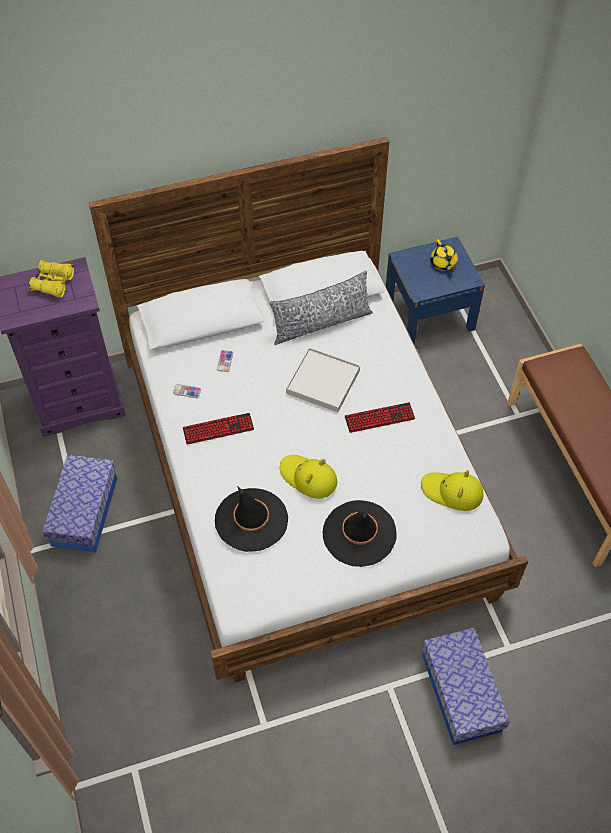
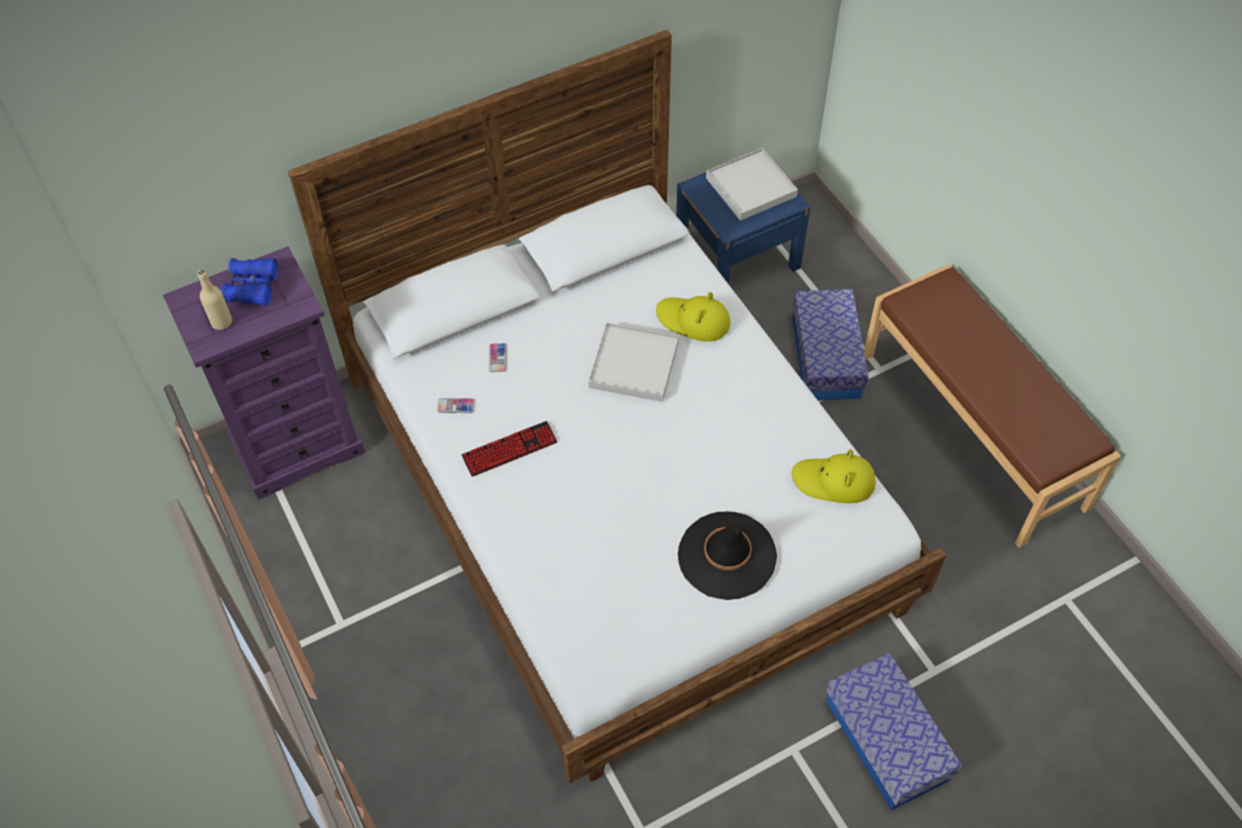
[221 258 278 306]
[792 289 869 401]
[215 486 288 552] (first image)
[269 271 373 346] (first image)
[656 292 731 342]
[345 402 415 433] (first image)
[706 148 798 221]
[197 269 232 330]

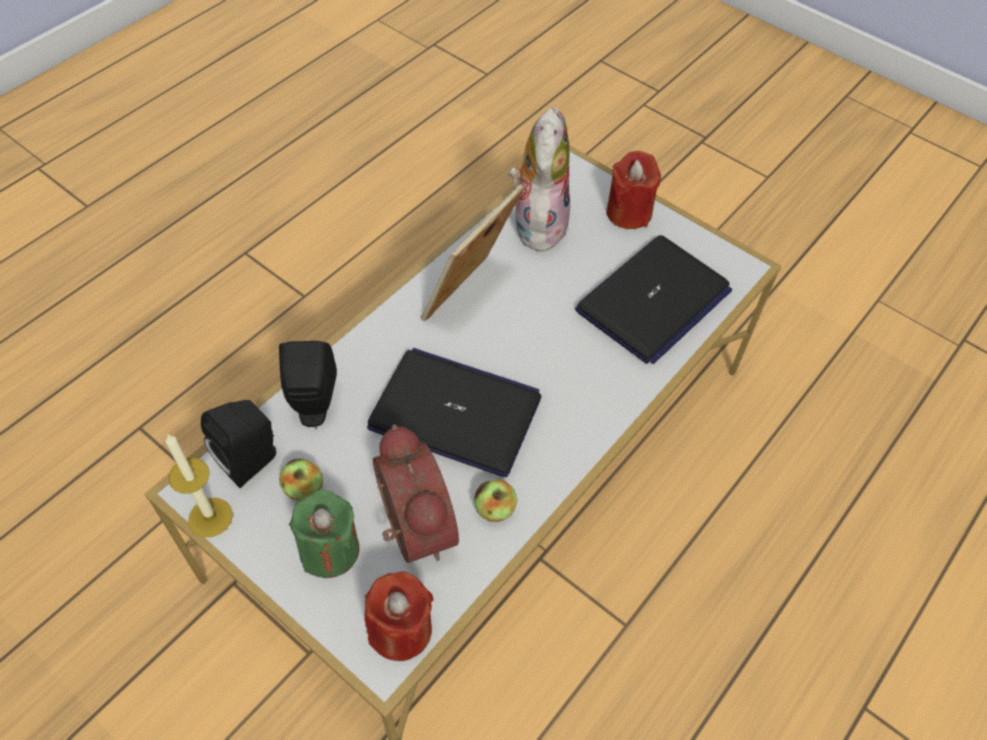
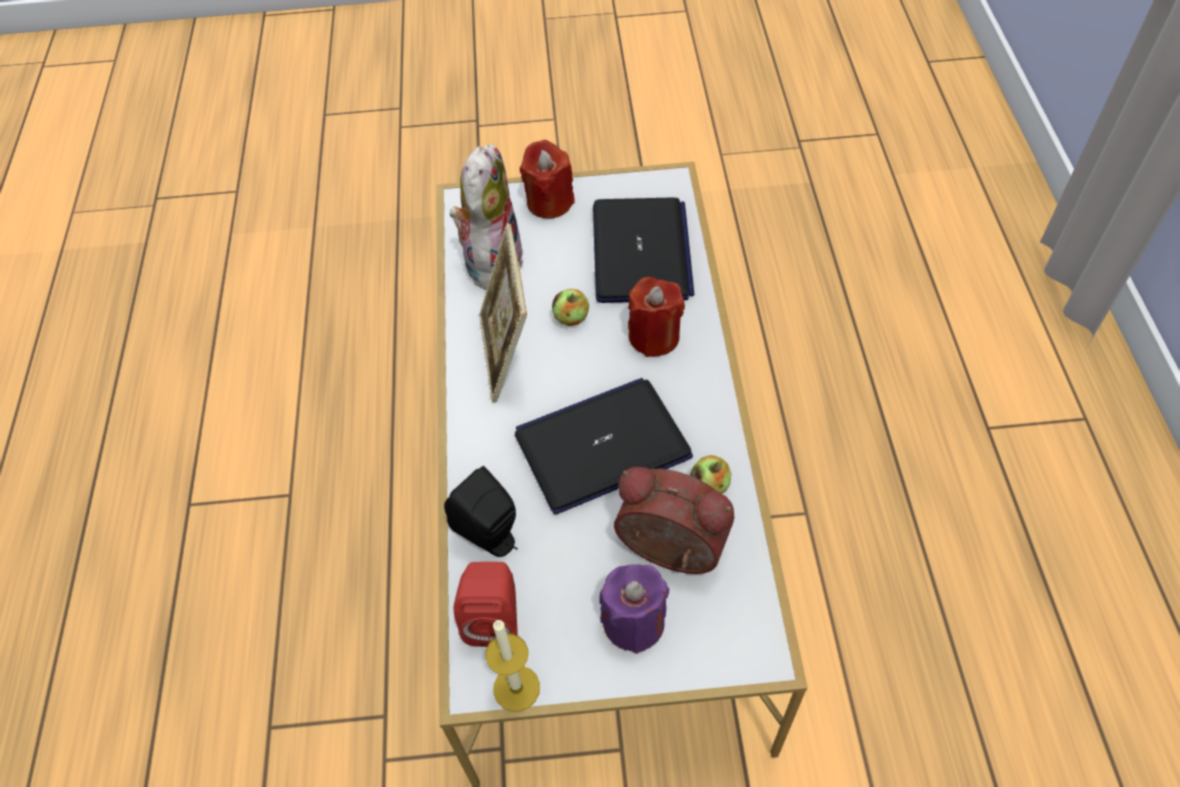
[454 562 518 647]
[552 289 589 326]
[599 564 669 654]
[628 277 685 357]
[450 144 523 290]

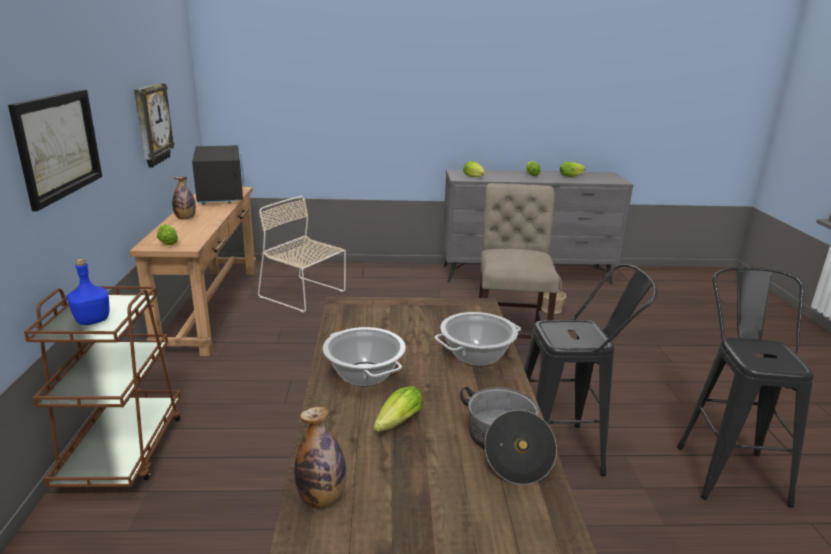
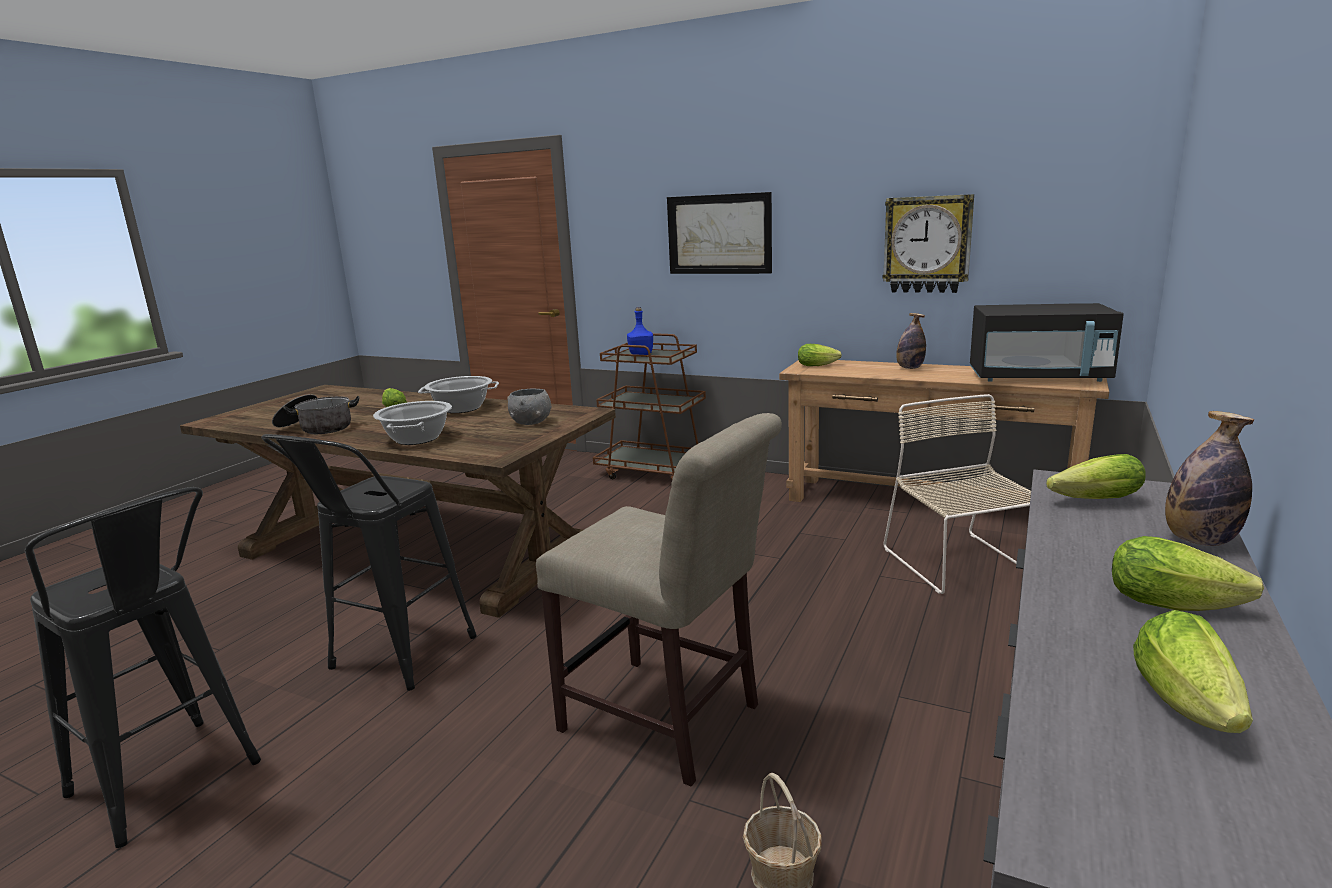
[883 394 1031 594]
[1165 411 1254 546]
[507 388 552 425]

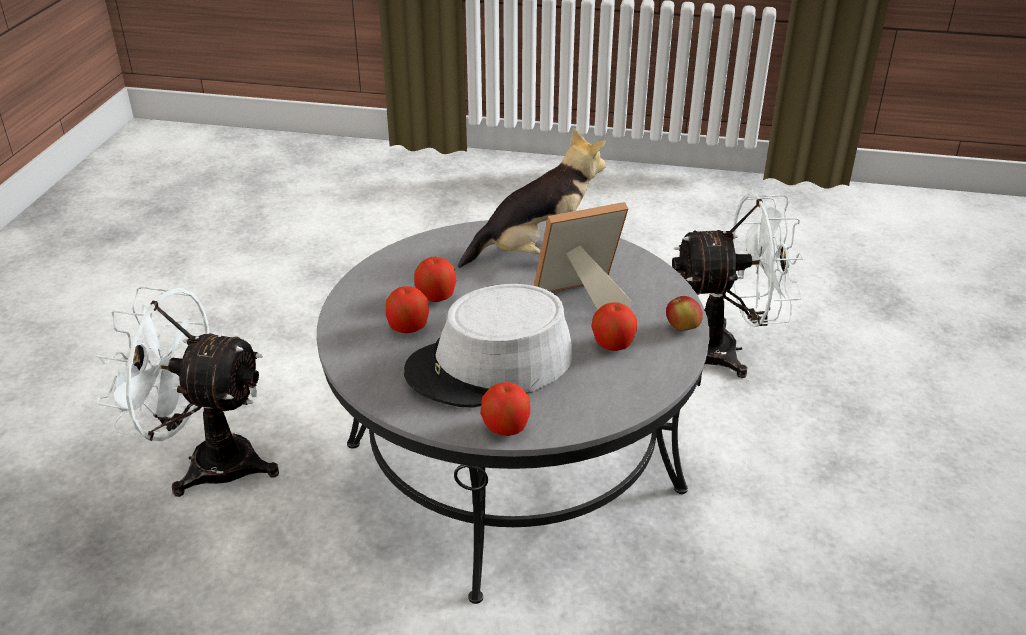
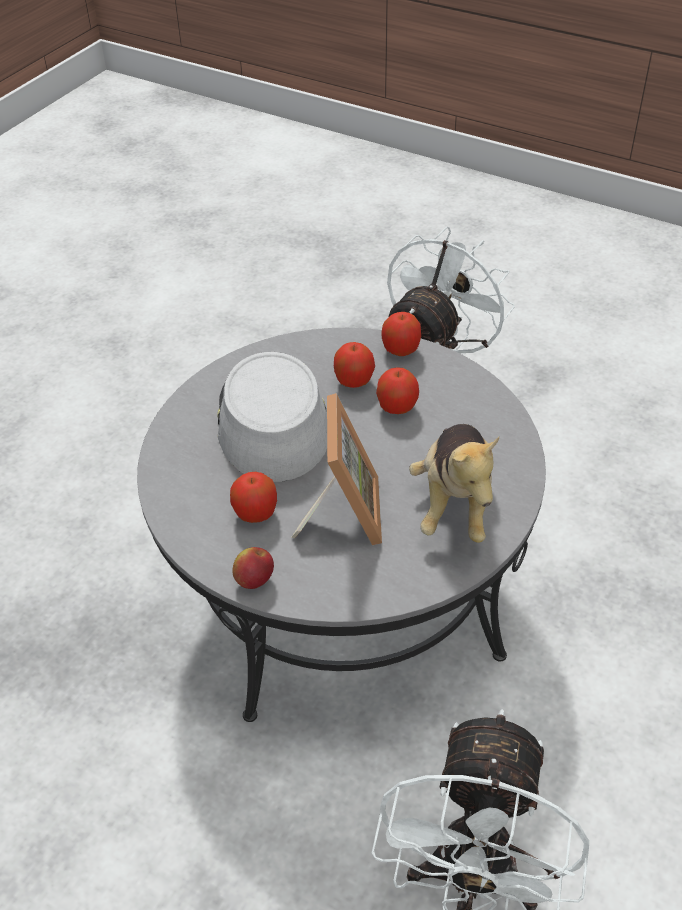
[381 312 421 356]

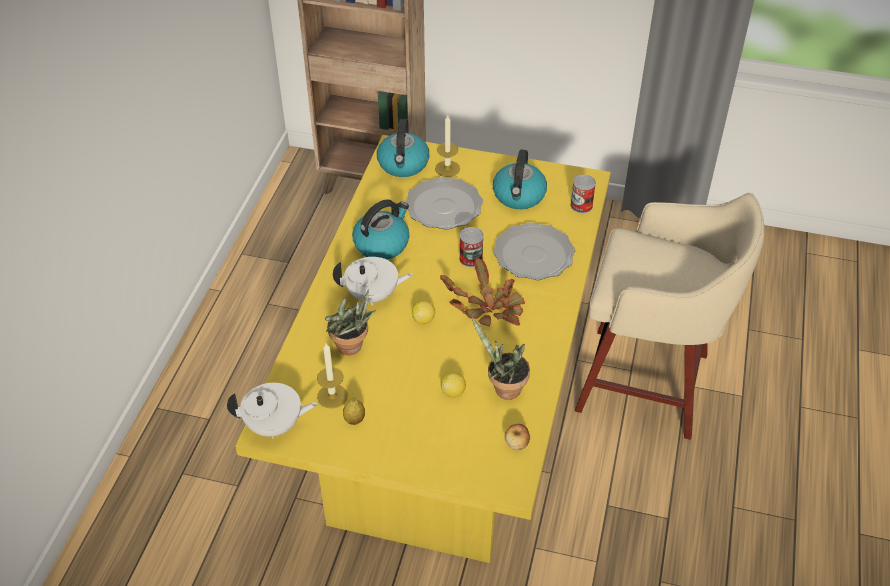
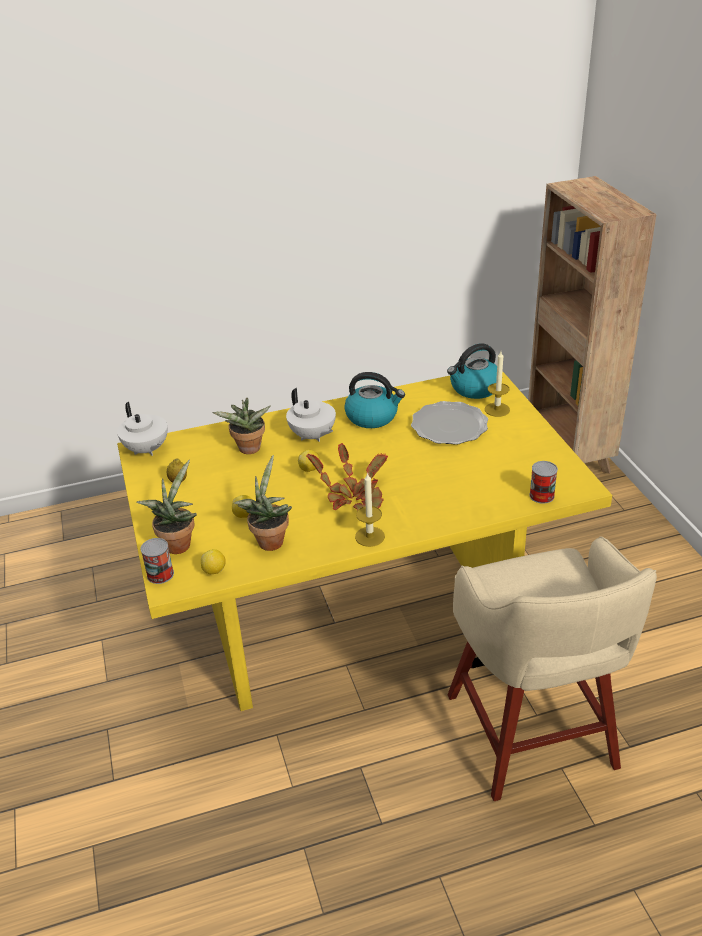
[355 472 385 547]
[141 538 174 584]
[493 150 547 209] (first image)
[493 222 575 280] (first image)
[201 549 226 574]
[136 460 197 554]

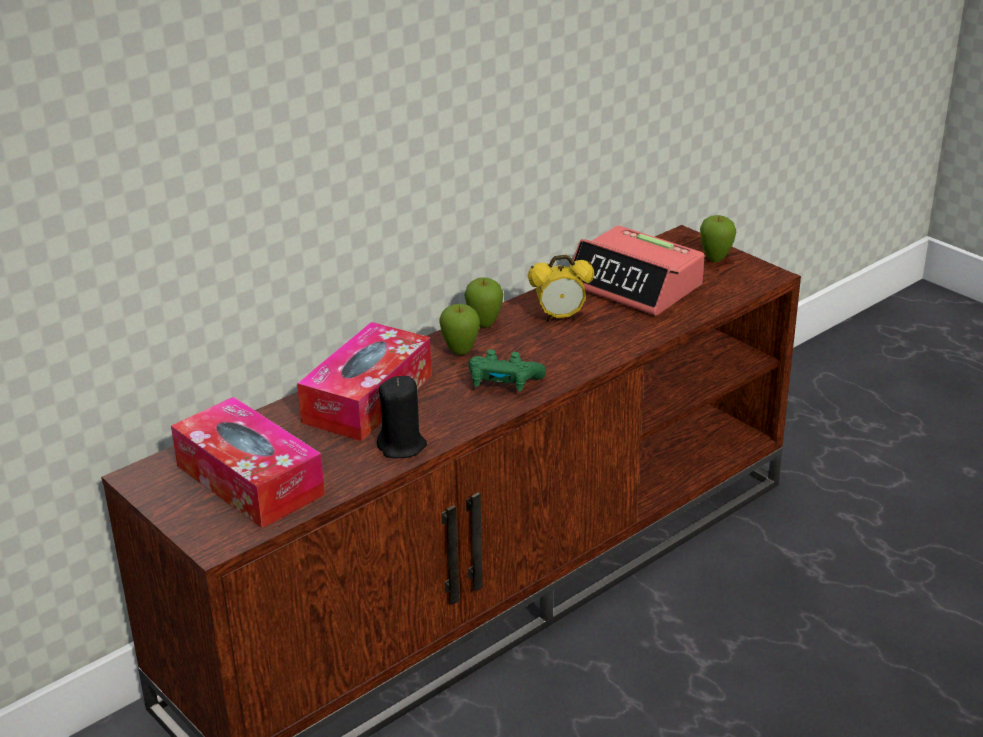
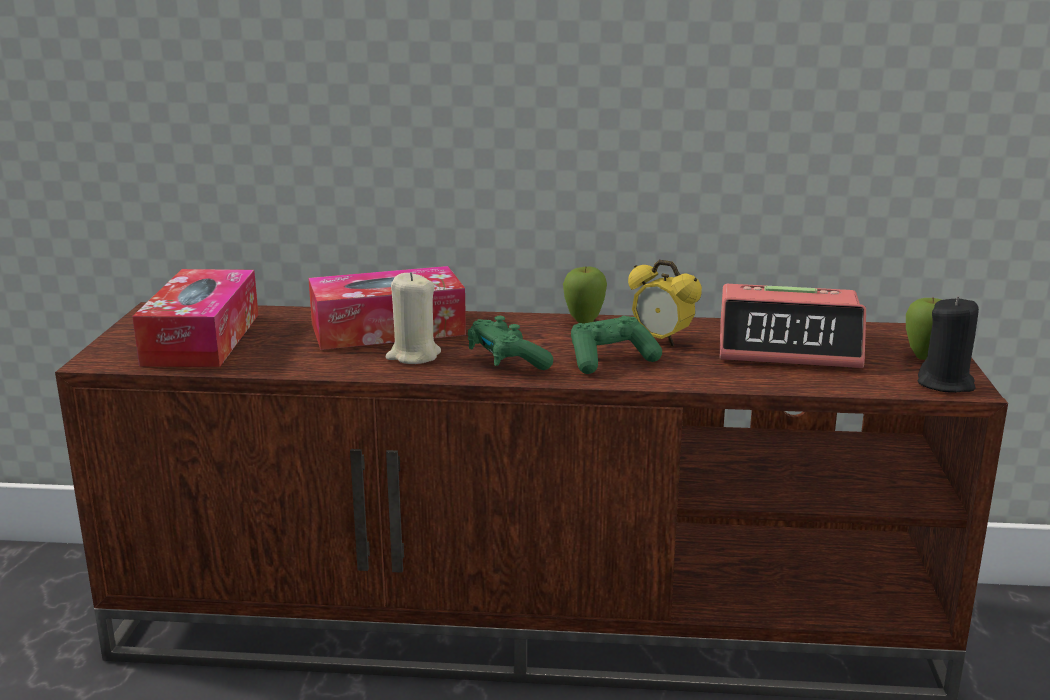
[918 296 979 393]
[439 304 480 355] (first image)
[720 284 866 368]
[386 272 441 364]
[571 316 662 374]

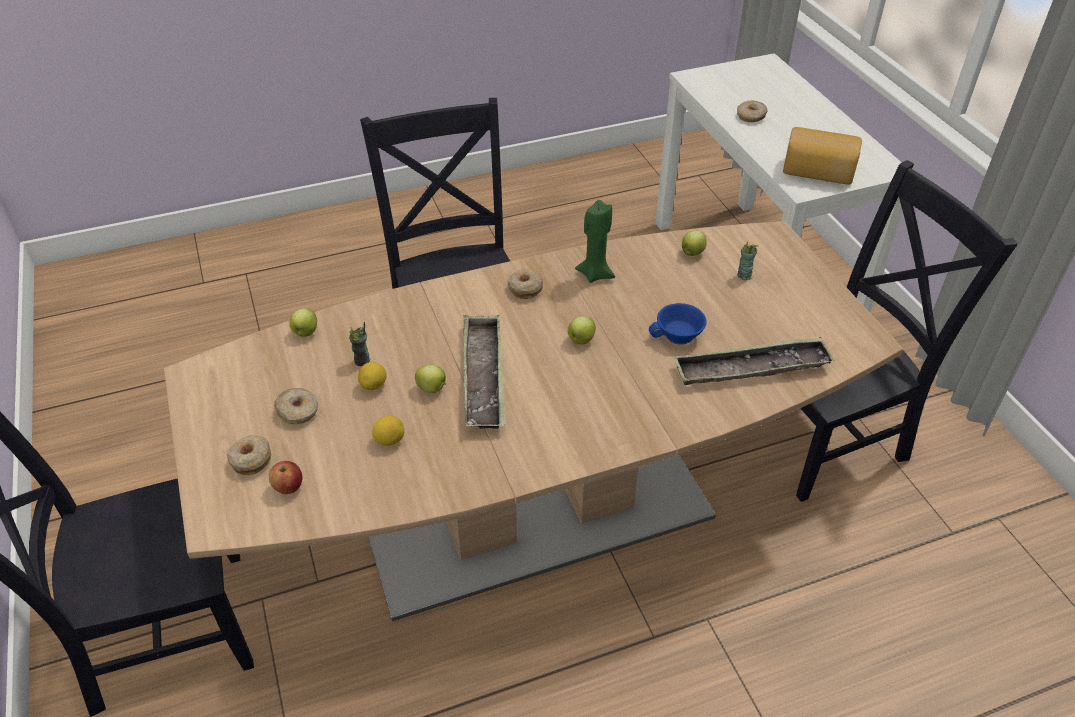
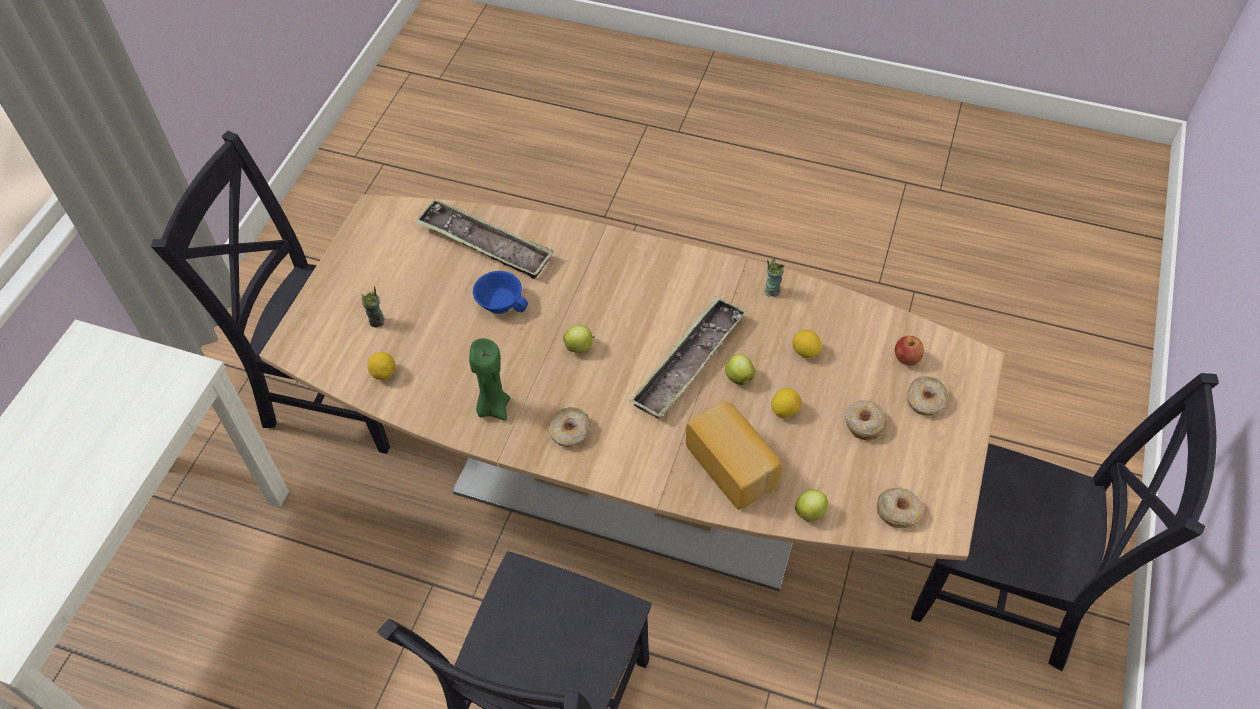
[765 258 785 297]
[367 352 396 380]
[877 488 924 528]
[686 401 782 510]

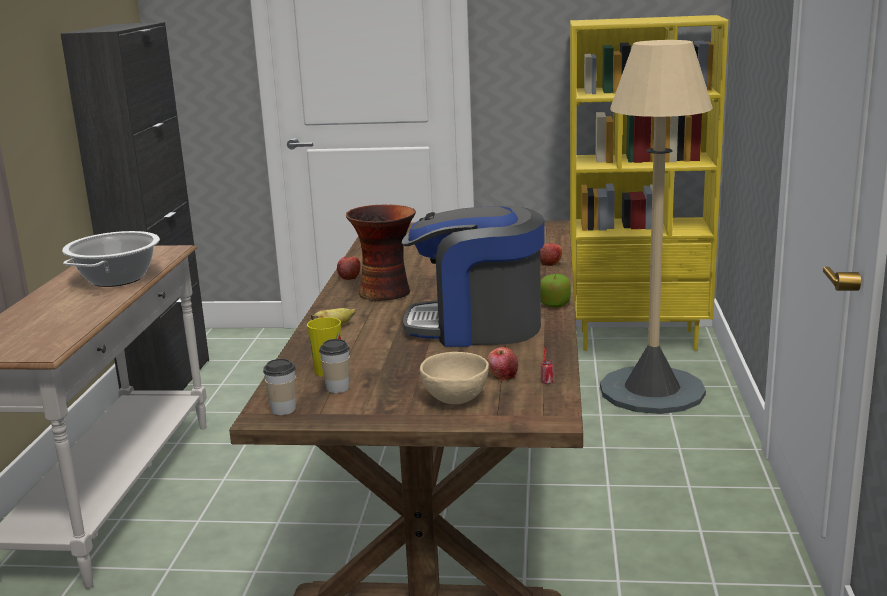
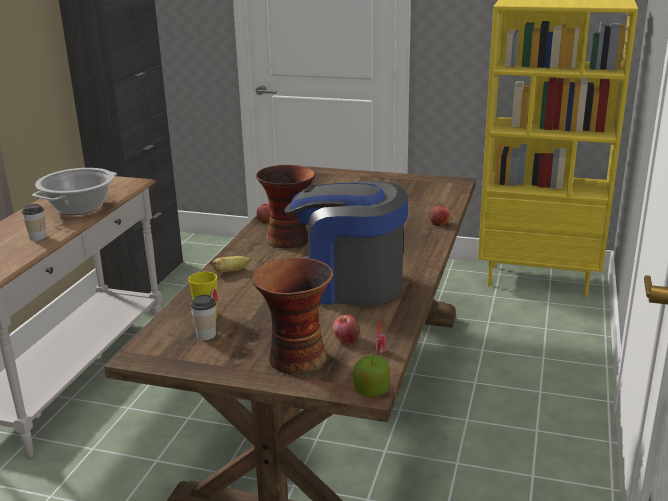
[22 204 46 241]
[251 257 333 375]
[353 356 390 397]
[600 40 713 414] (first image)

